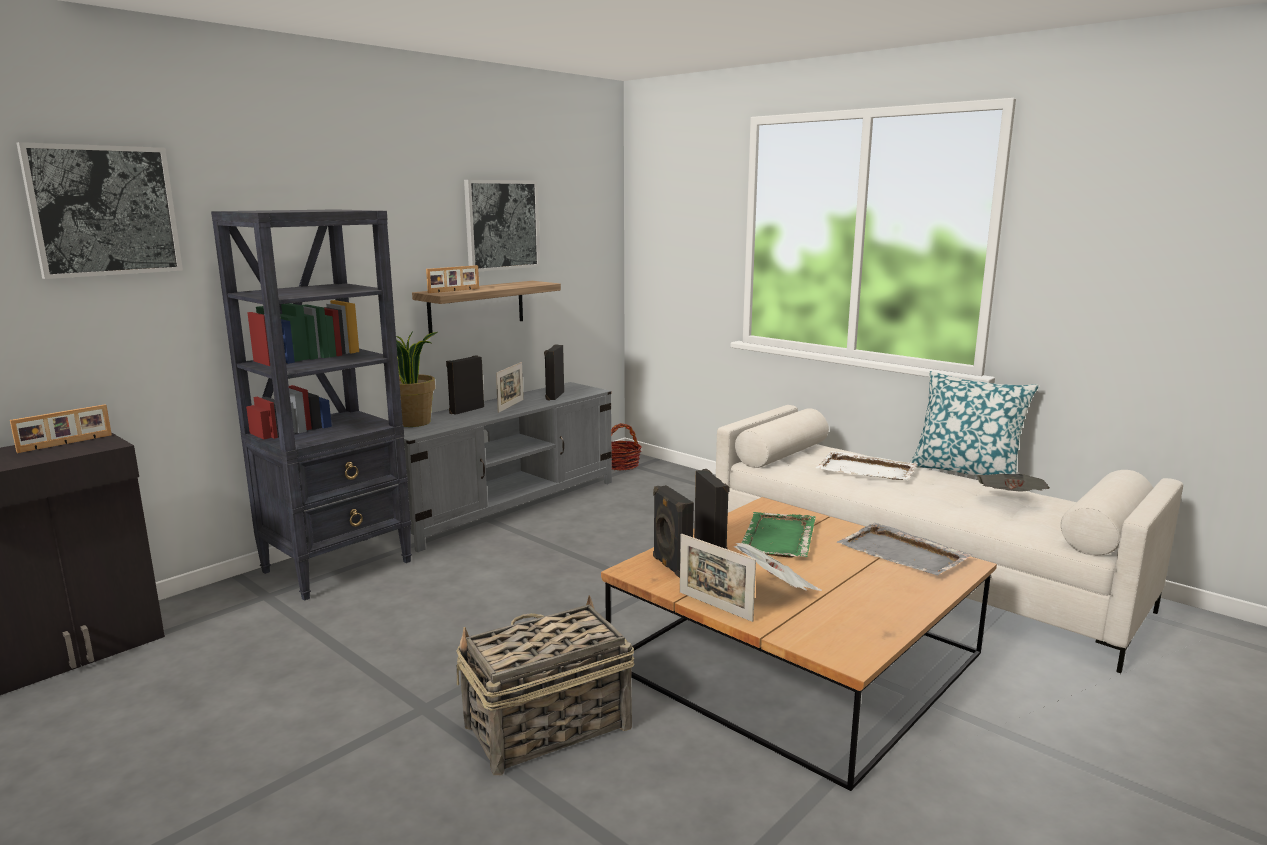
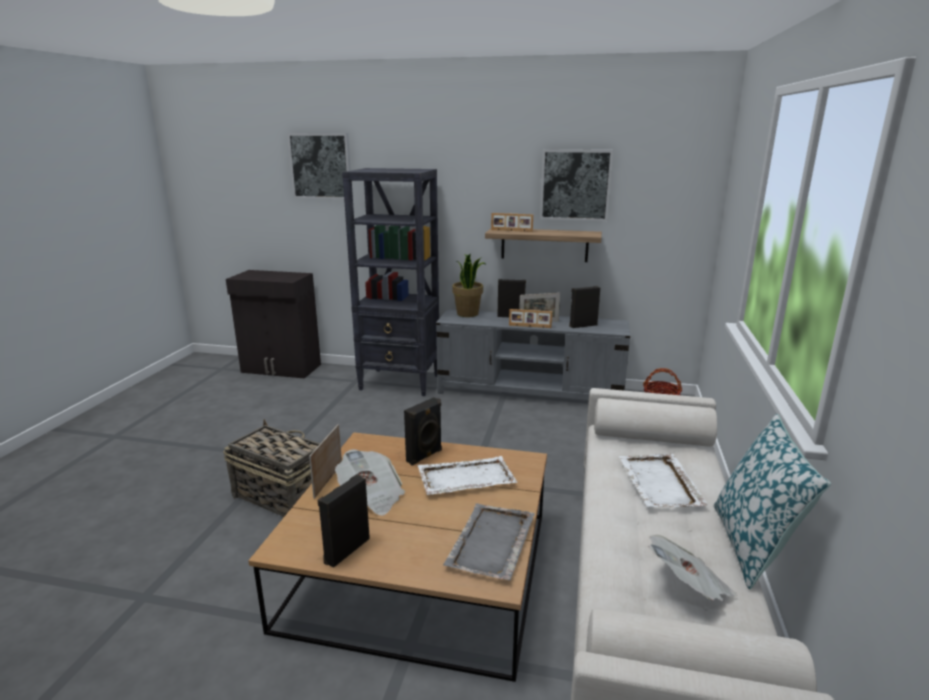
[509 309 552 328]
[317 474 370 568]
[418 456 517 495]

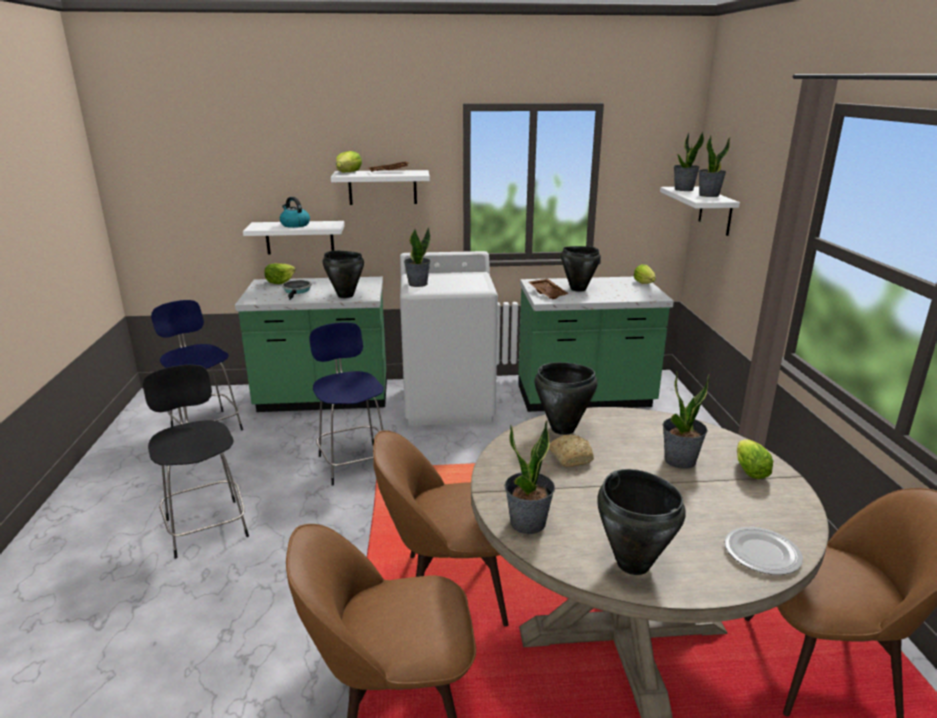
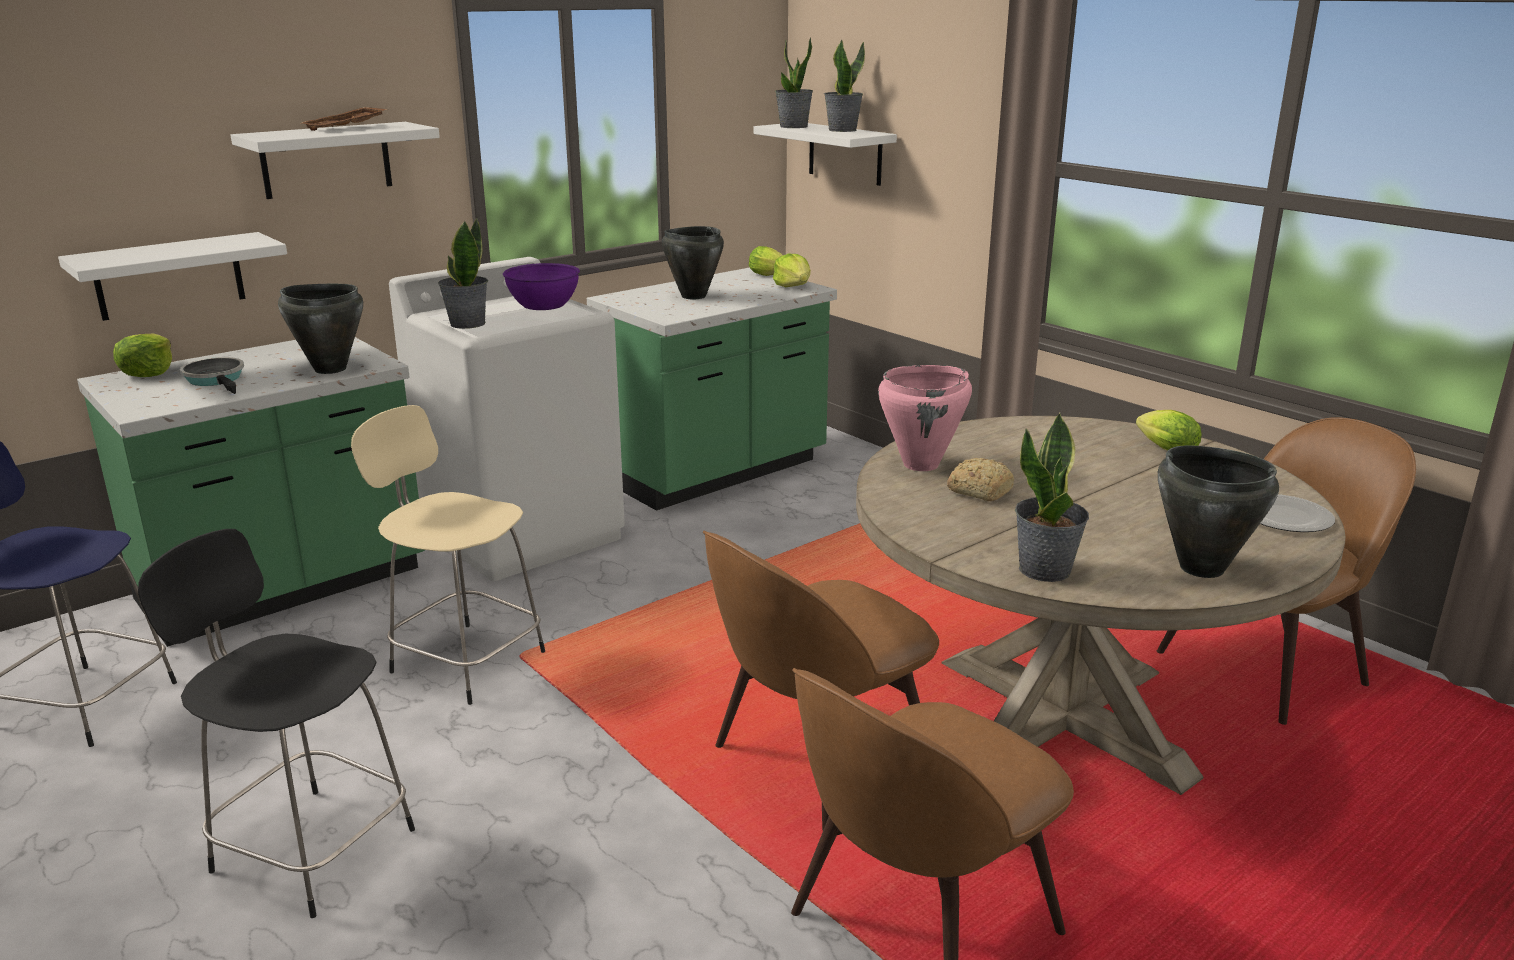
[280 197 310 228] (first image)
[351 405 545 705]
[773 253 811 287]
[529 279 569 299] (first image)
[878 365 972 471]
[663 371 710 469] (first image)
[503 263 580 310]

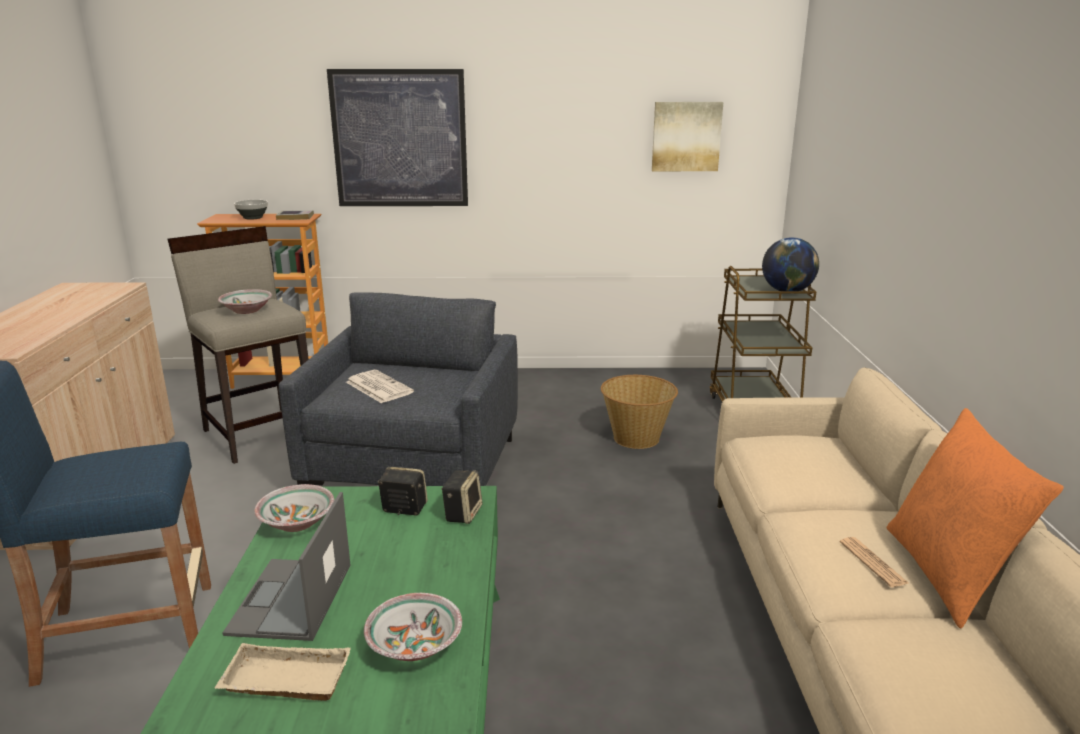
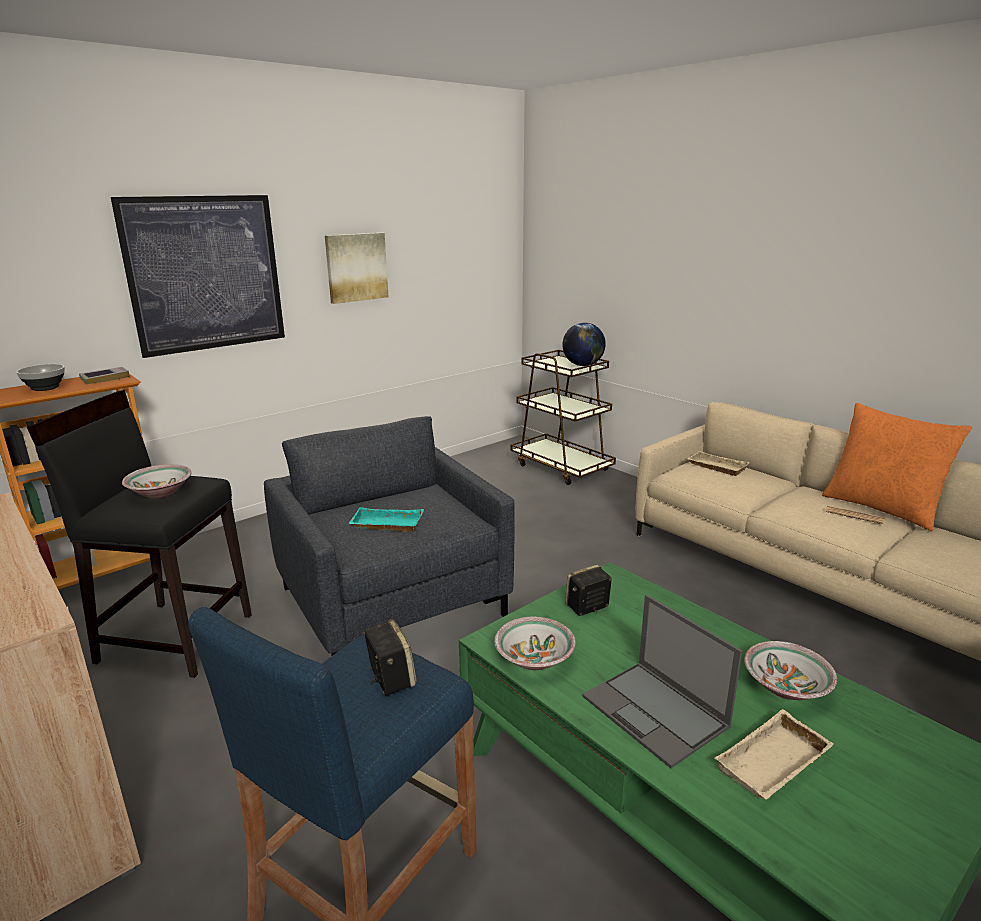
[27 390 252 678]
[348 507 424 532]
[363 619 417 696]
[601 375 678 449] (first image)
[325 233 389 304]
[687 451 750 476]

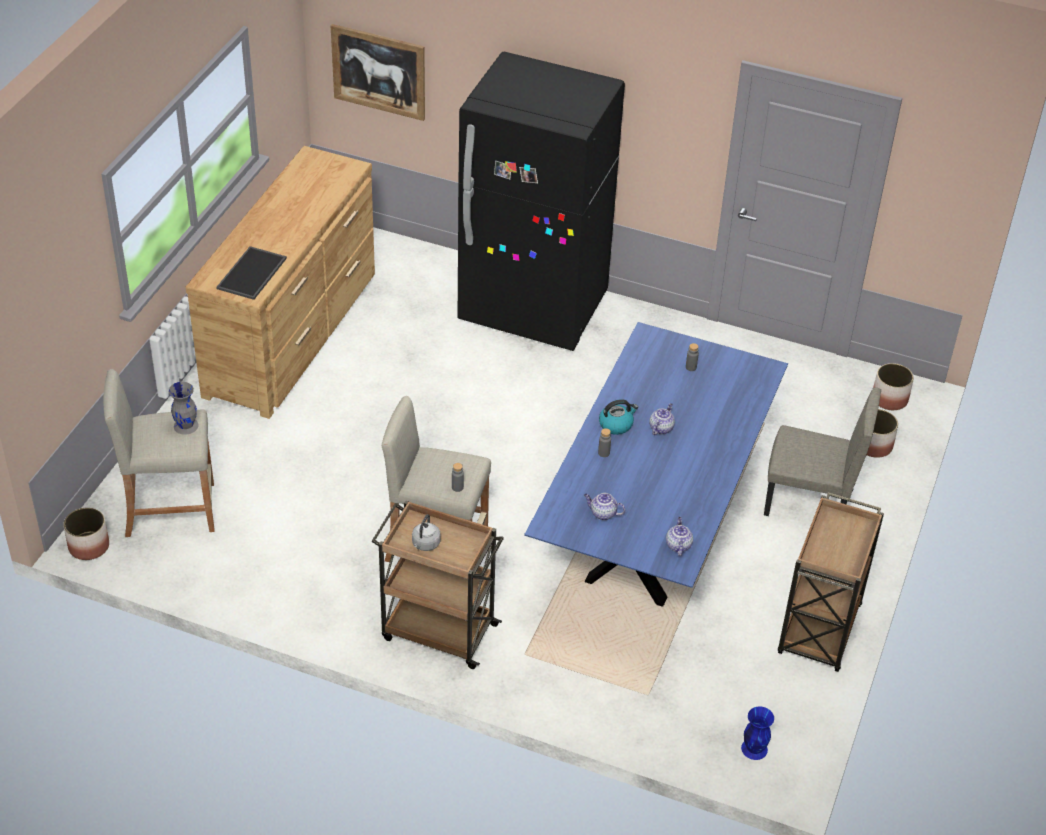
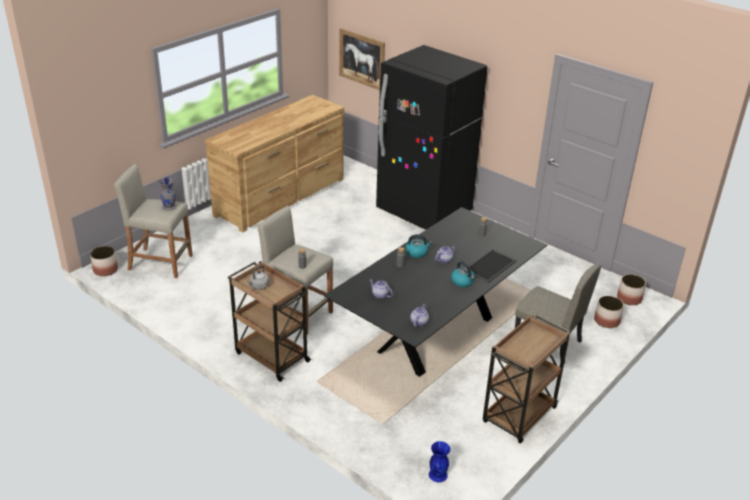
[469 249 517 283]
[324 207 547 377]
[451 261 475 287]

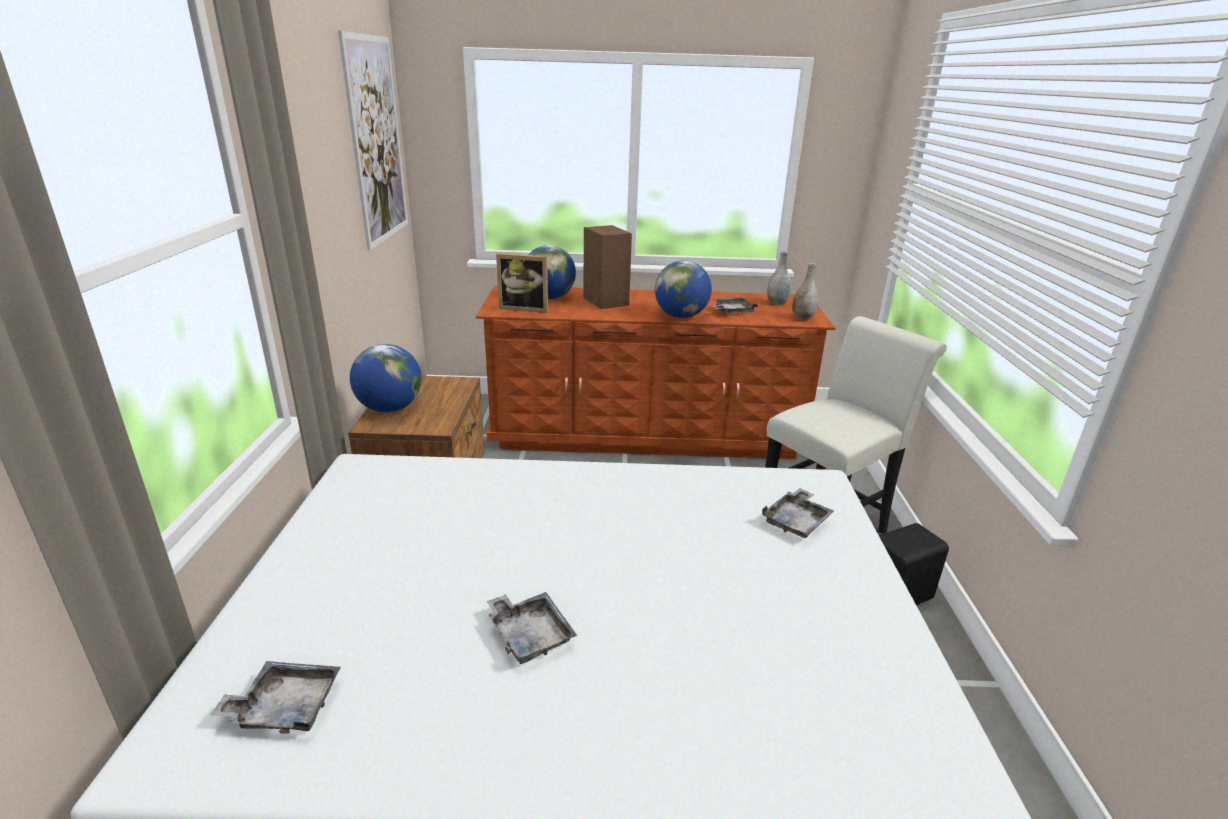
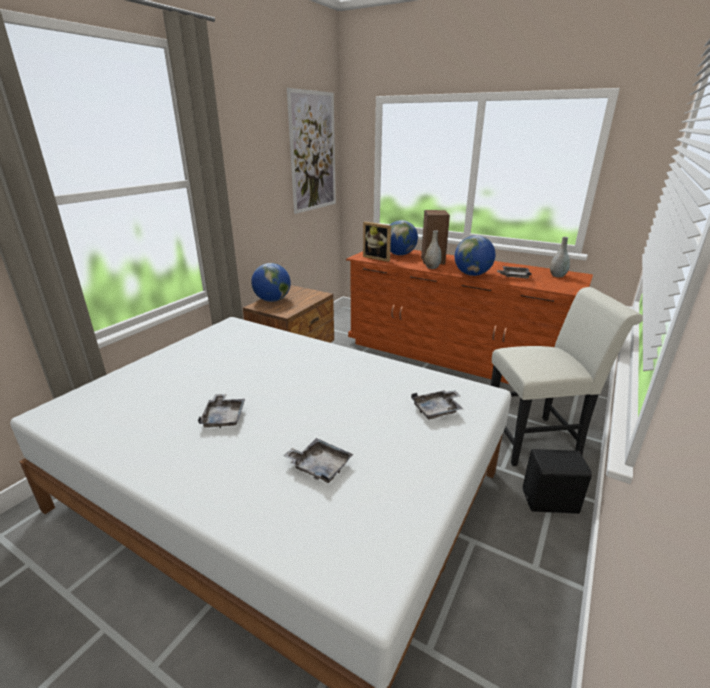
[283 438 353 483]
[425 230 442 269]

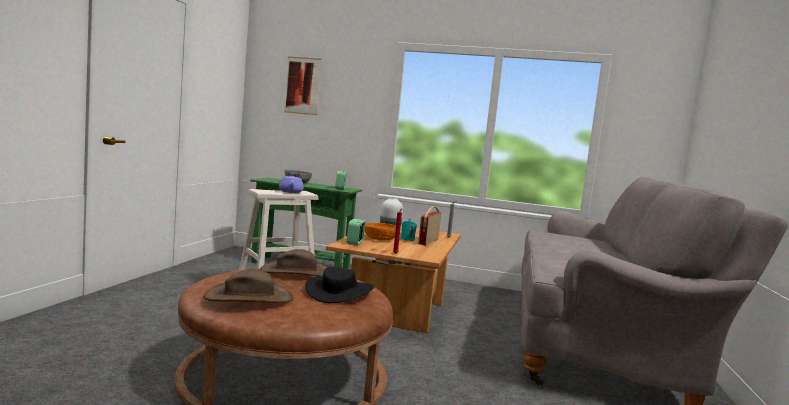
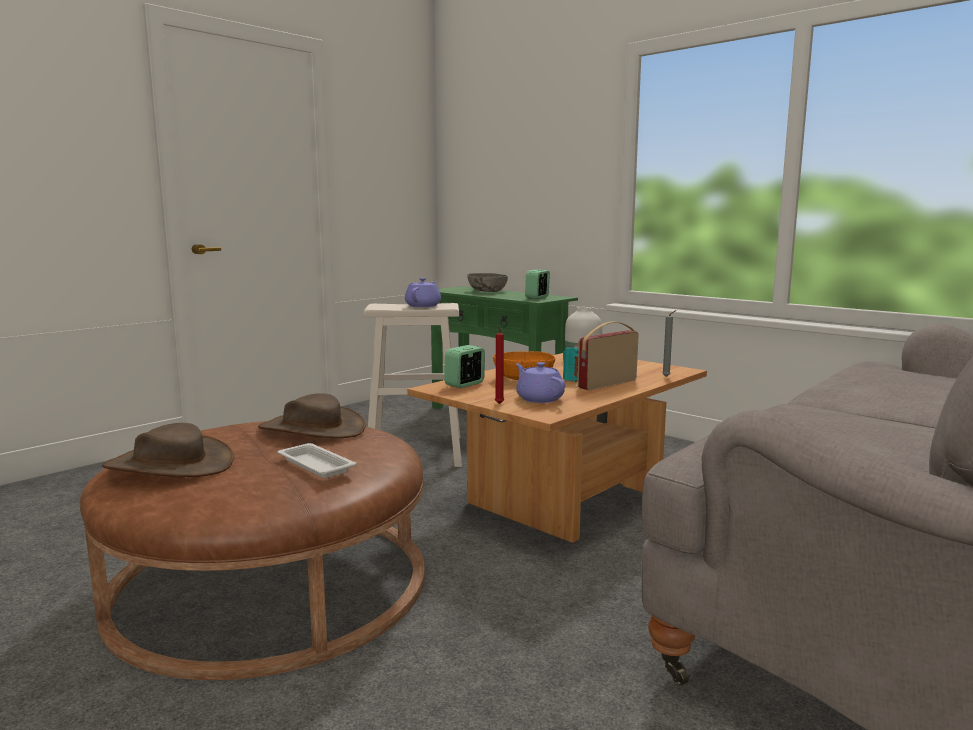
[284 56 322 115] (first image)
[278 443 357 478]
[516 362 565 403]

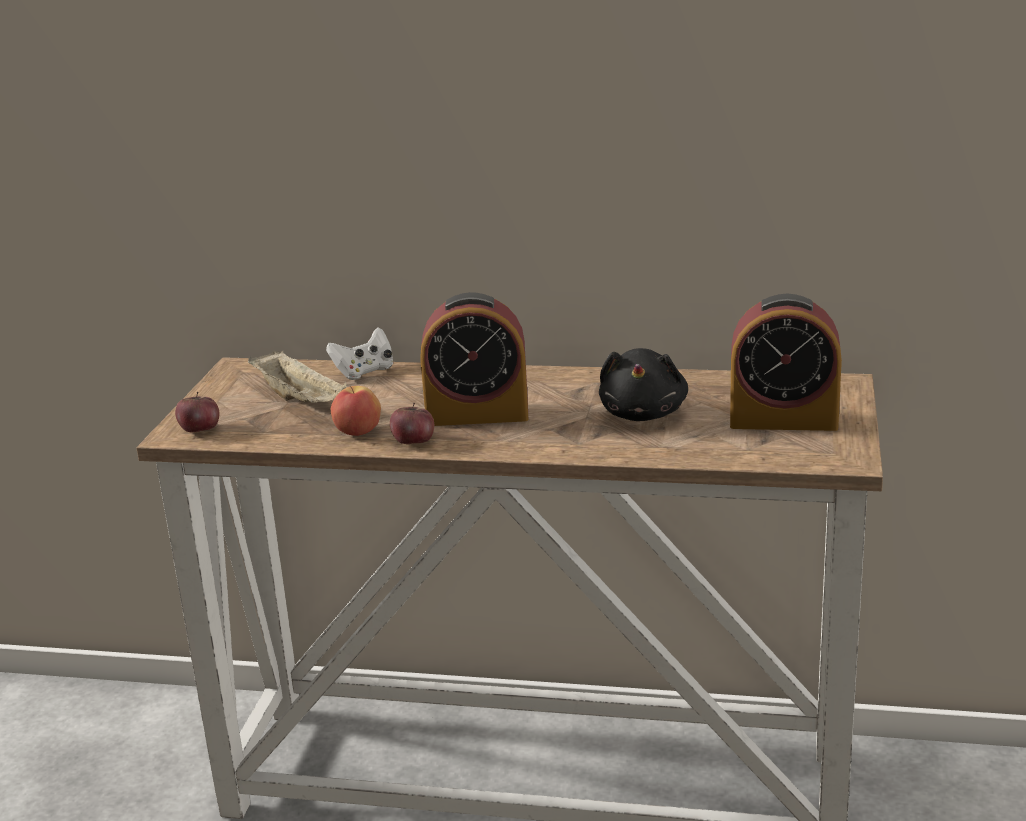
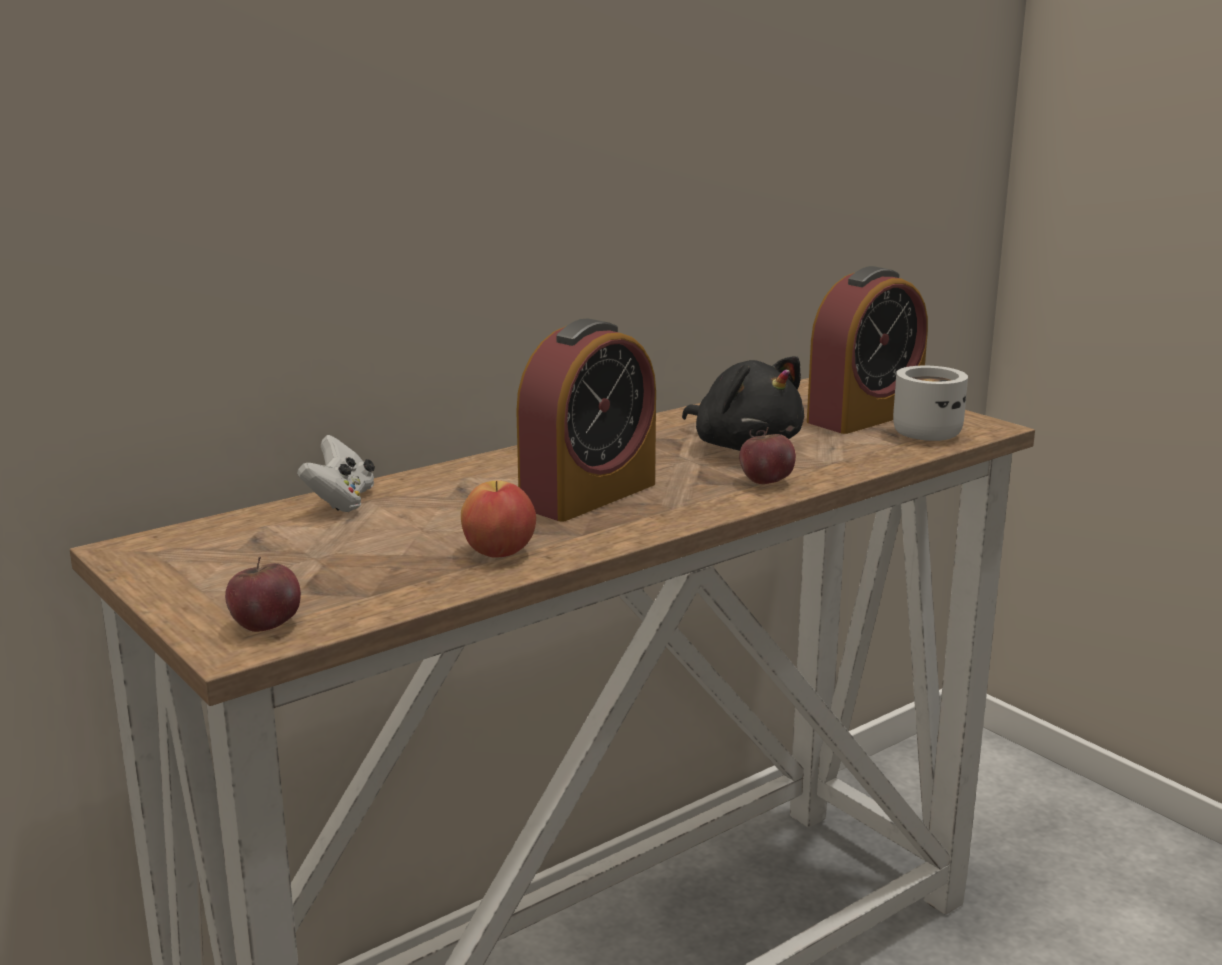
[248 351 347 403] (first image)
[739 427 796 484]
[893 366 968 441]

